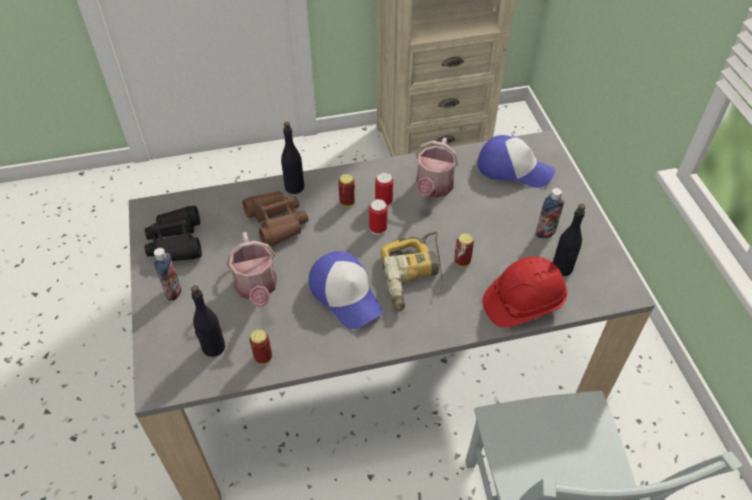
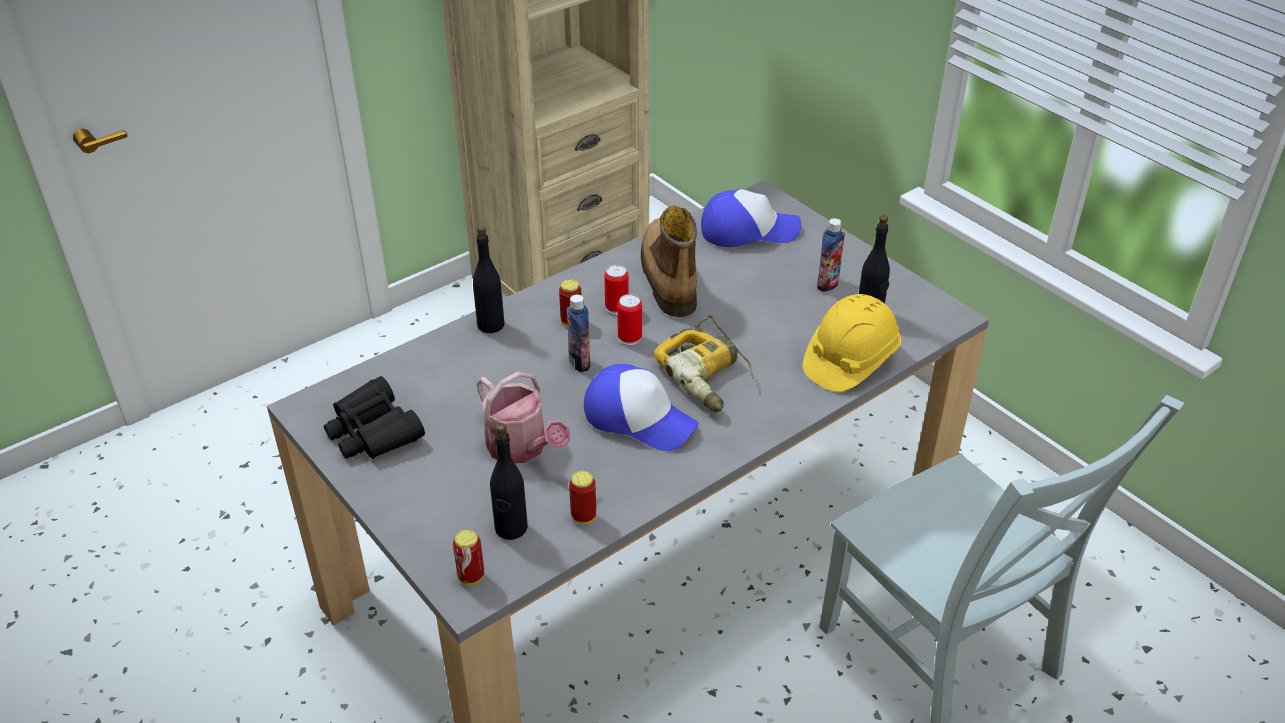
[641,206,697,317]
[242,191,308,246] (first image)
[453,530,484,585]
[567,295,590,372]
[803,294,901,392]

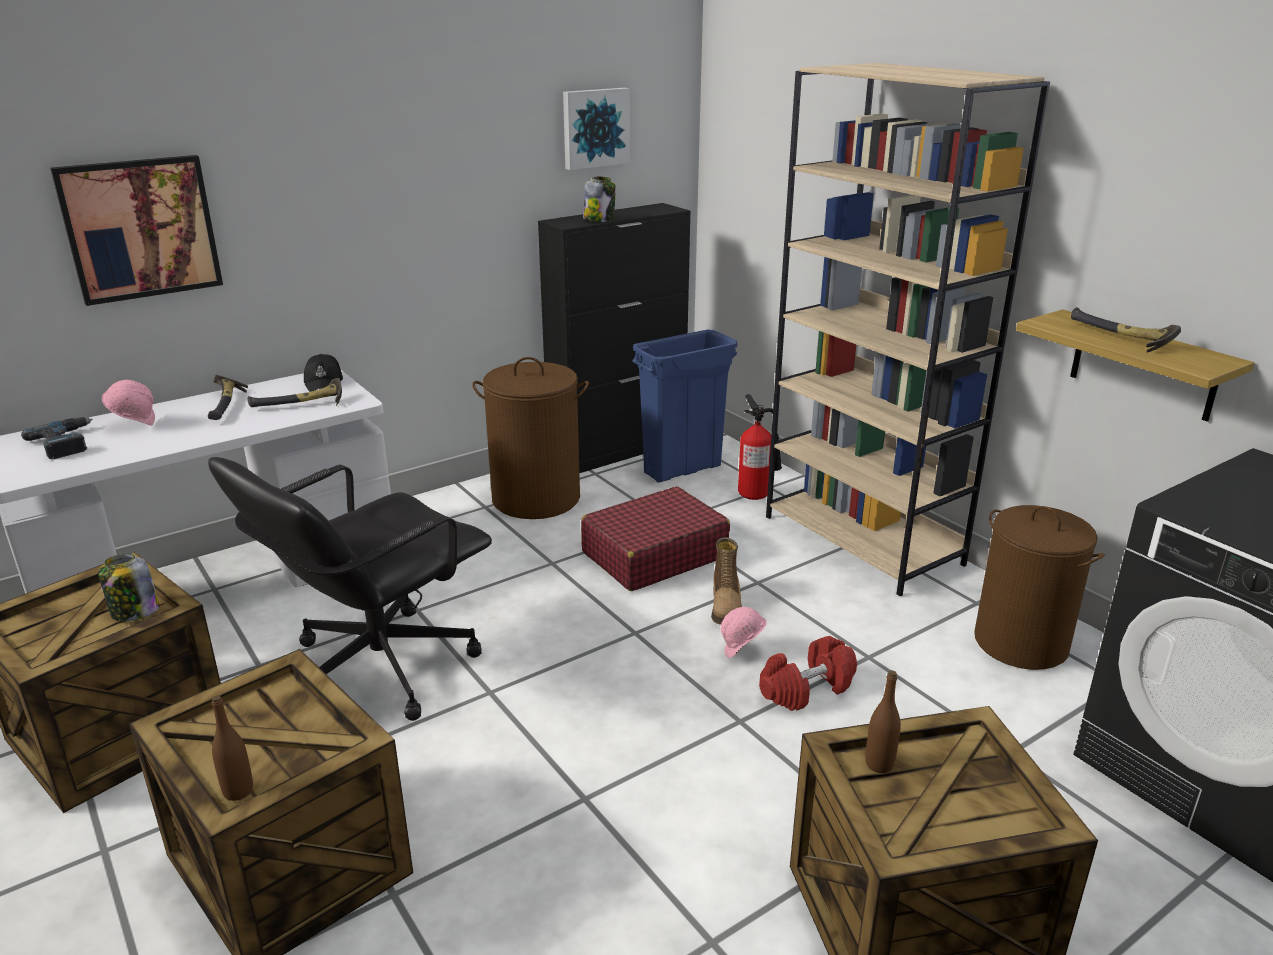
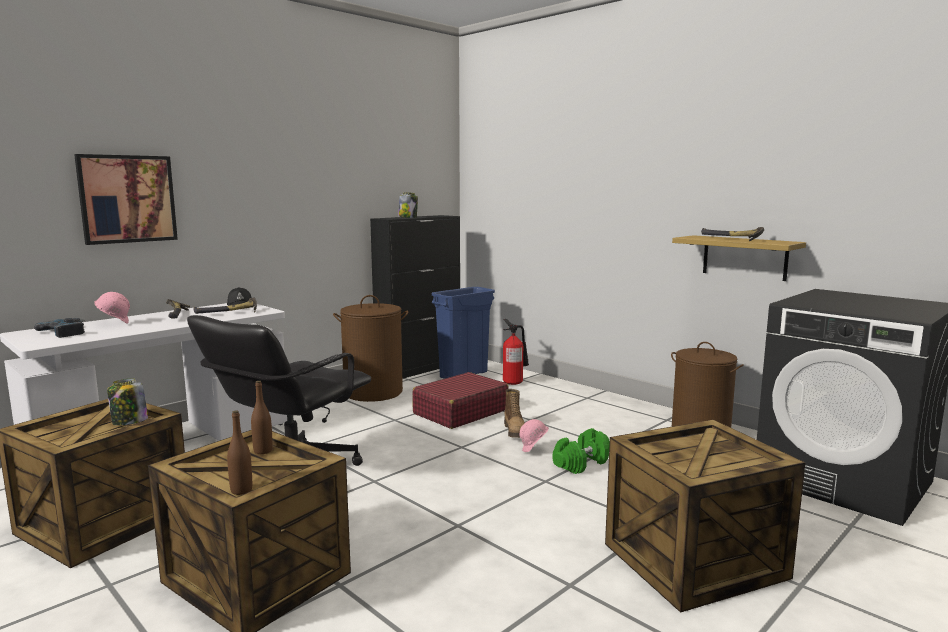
[766,63,1050,597] (first image)
[563,88,630,170] (first image)
[553,428,610,474]
[251,381,273,454]

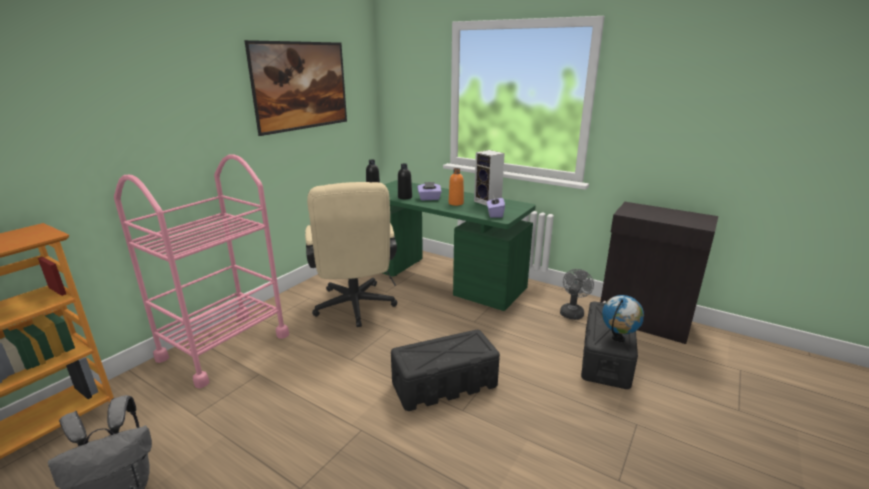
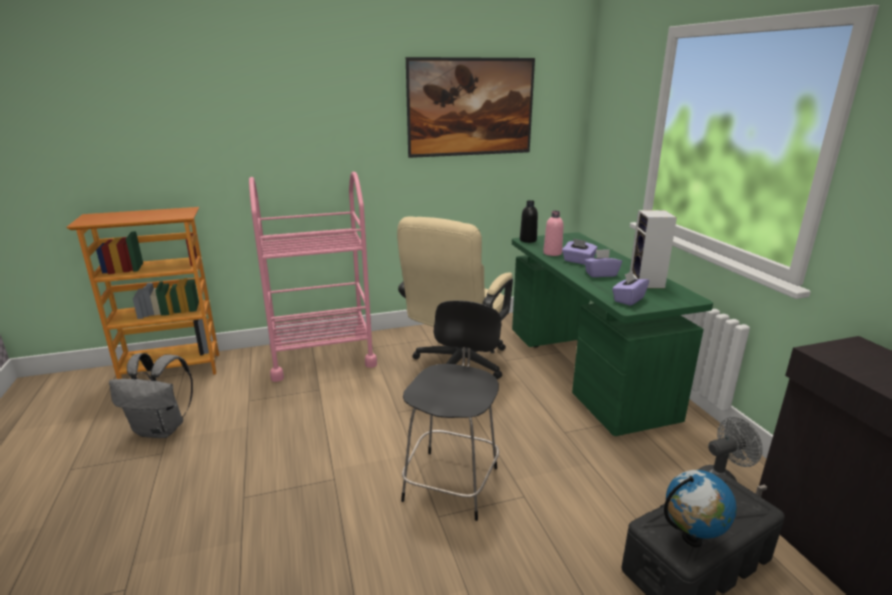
[543,211,563,256]
[584,249,622,277]
[401,300,501,521]

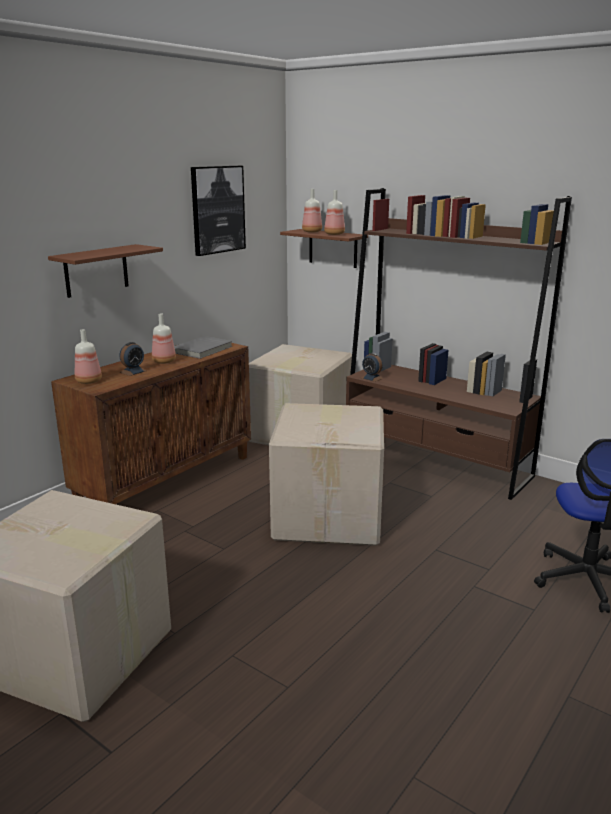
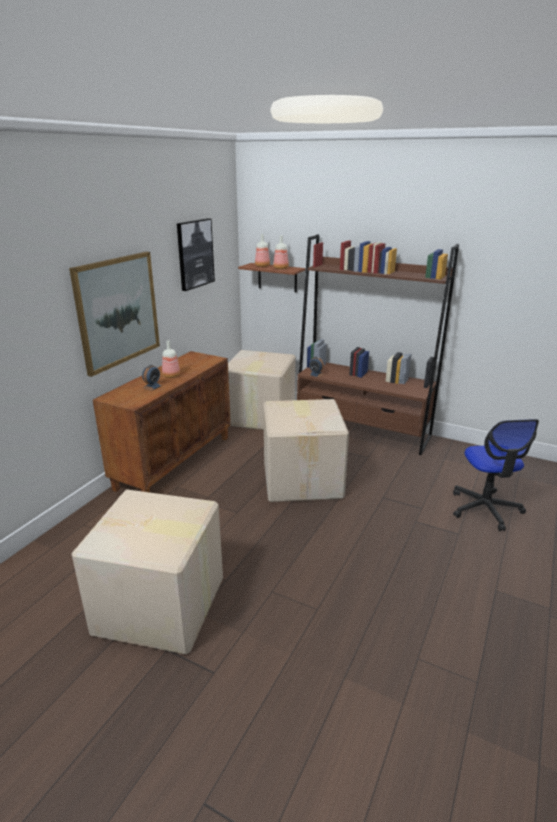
[69,252,160,377]
[75,329,102,384] (first image)
[174,336,232,359] (first image)

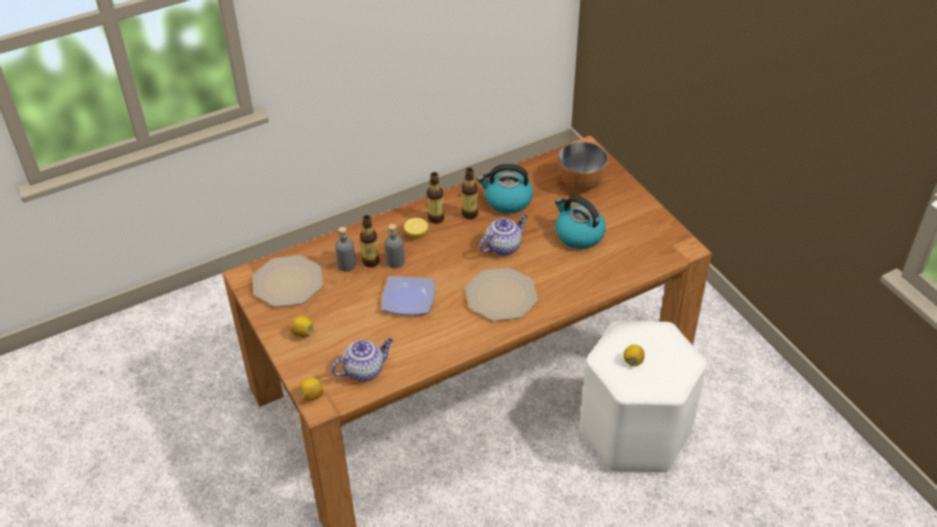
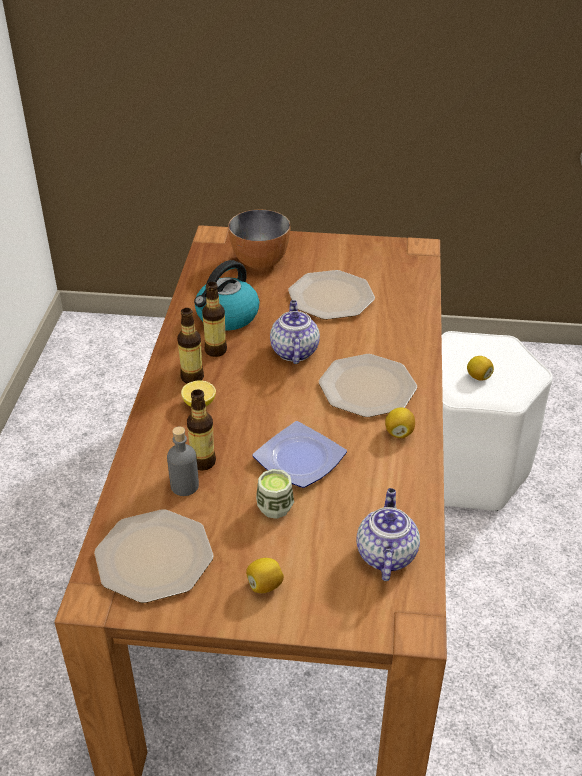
[288,270,375,320]
[385,224,405,268] (first image)
[385,407,415,438]
[256,469,294,519]

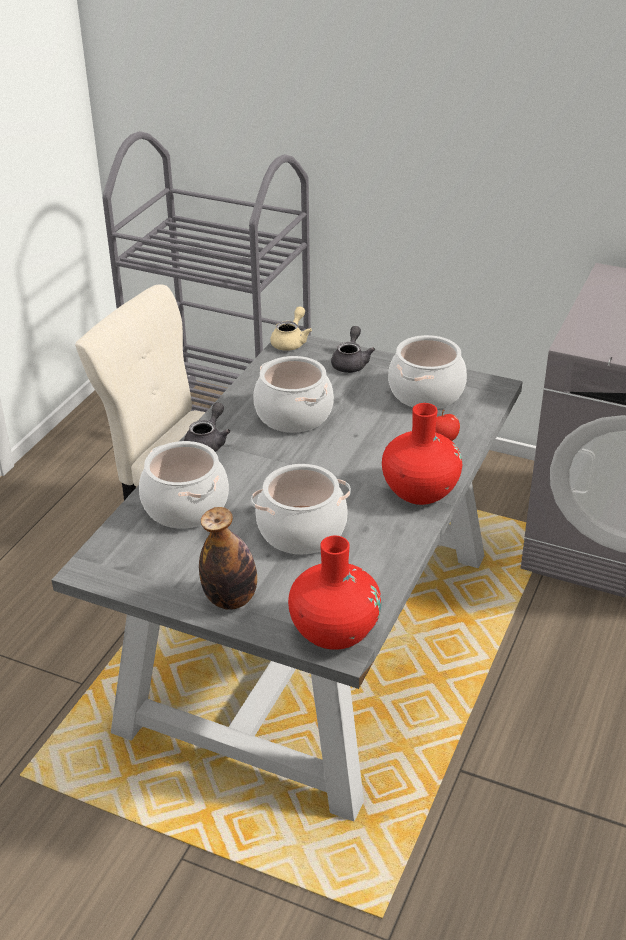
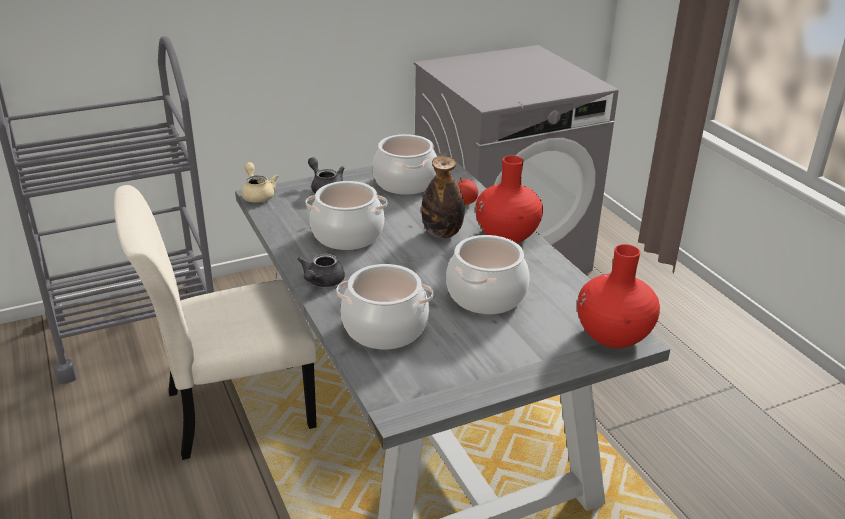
[297,253,345,287]
[421,156,465,238]

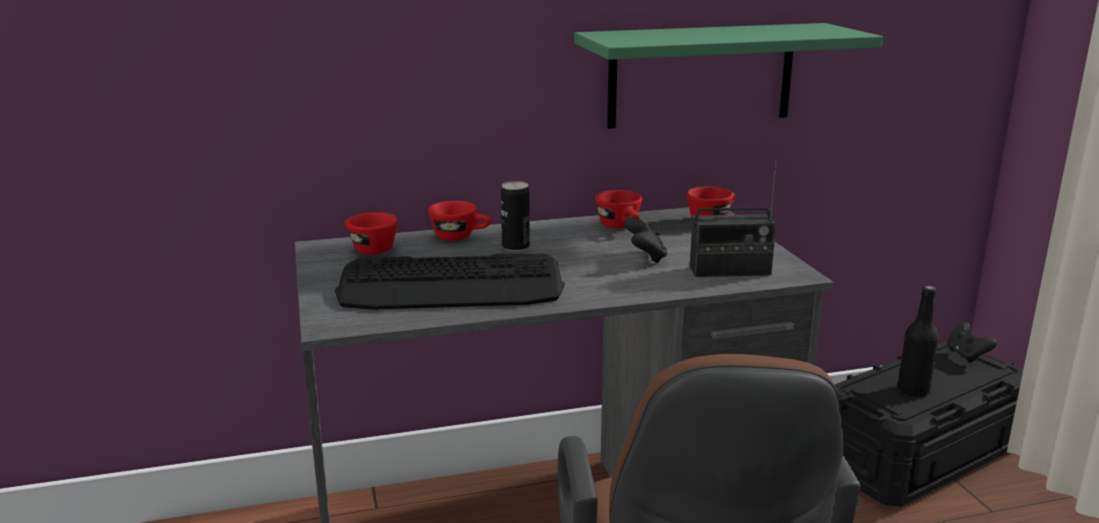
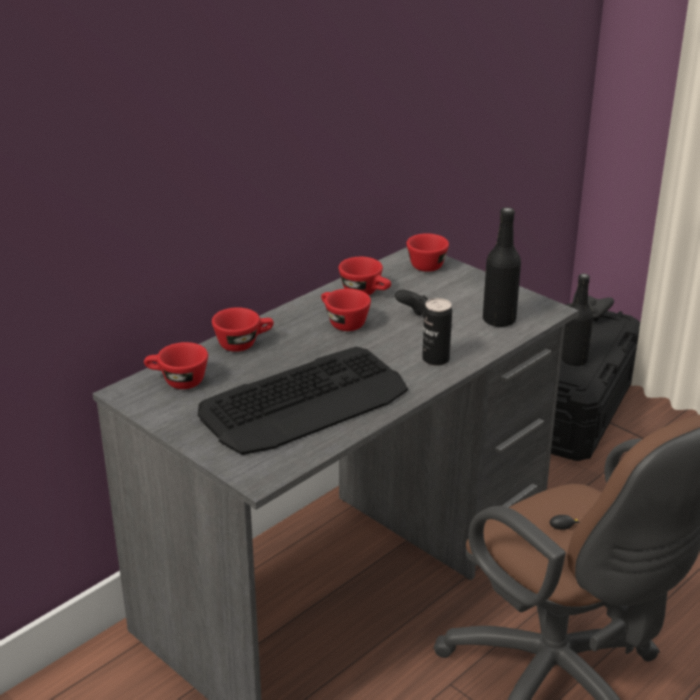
[574,23,883,129] (first image)
[483,207,521,327]
[422,298,452,366]
[321,289,371,331]

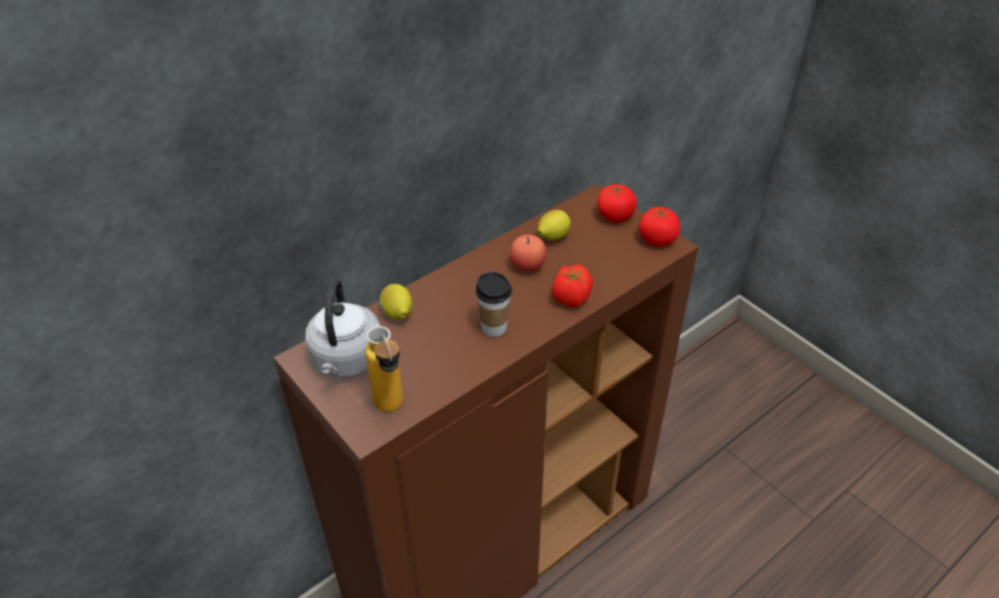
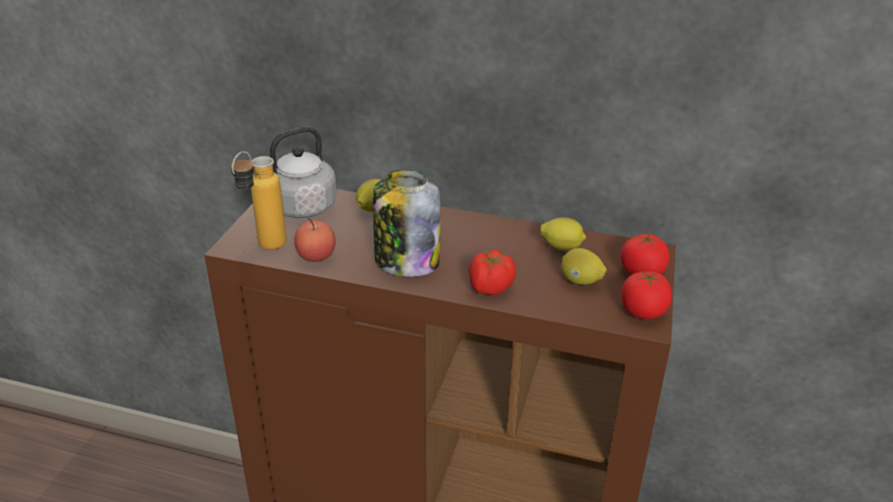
[294,218,336,262]
[373,170,440,277]
[561,248,607,285]

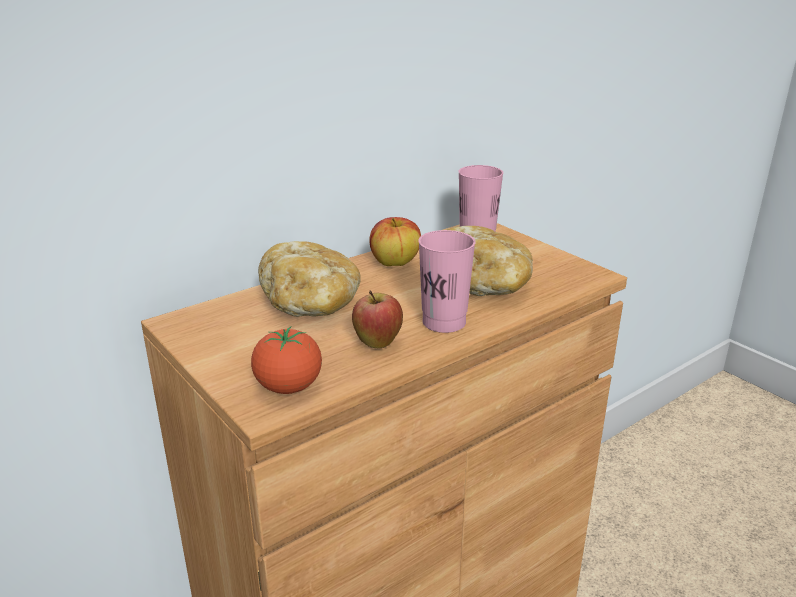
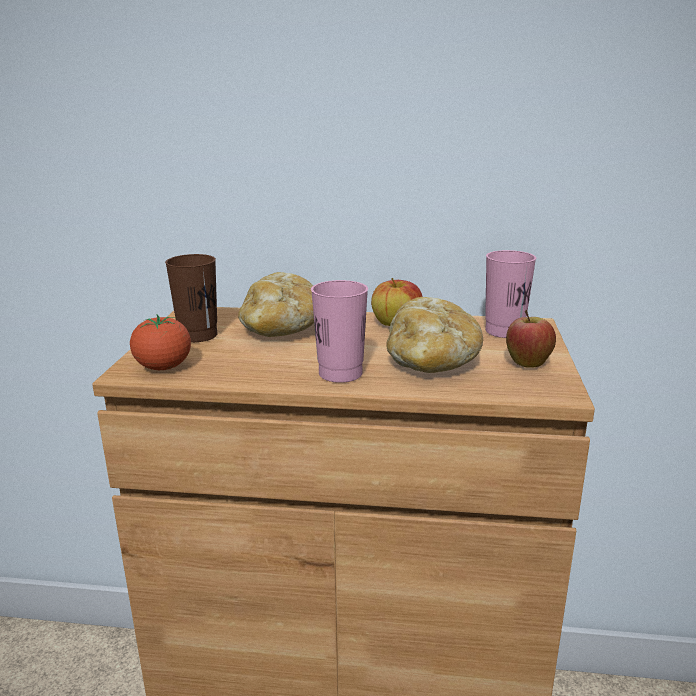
[506,310,556,368]
[165,254,218,342]

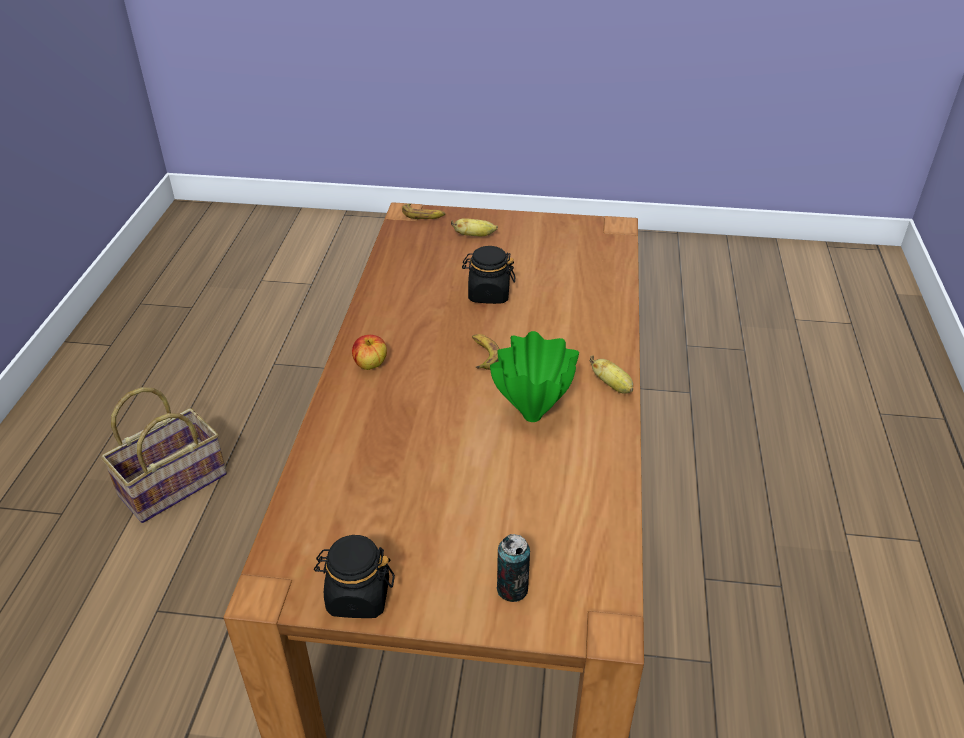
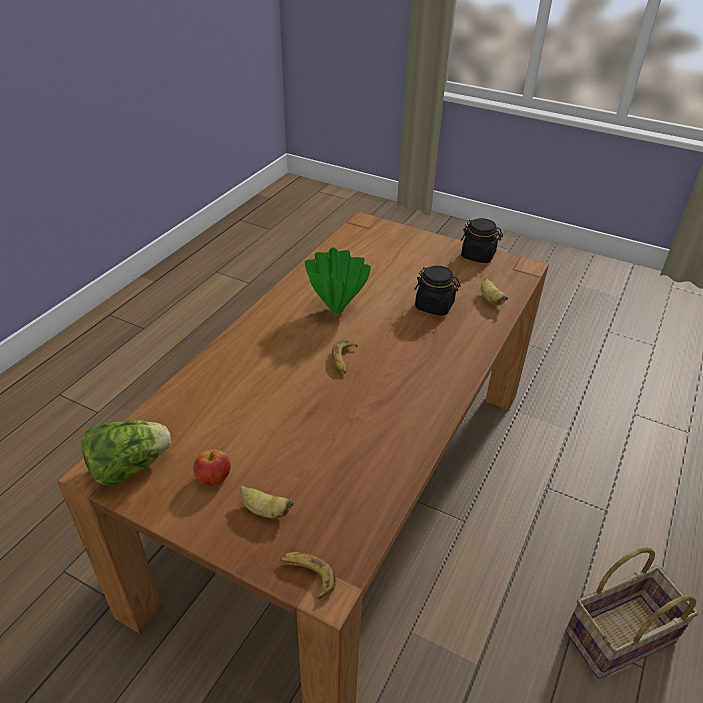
[414,266,461,316]
[193,450,231,486]
[481,278,508,306]
[497,534,530,602] (first image)
[81,420,171,485]

